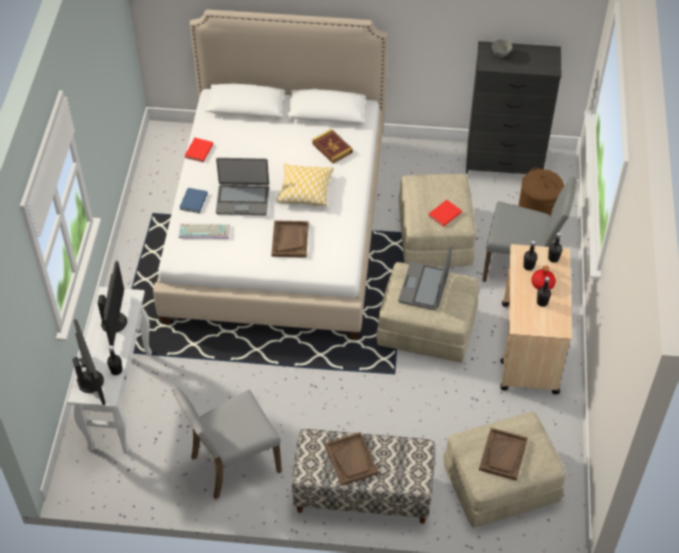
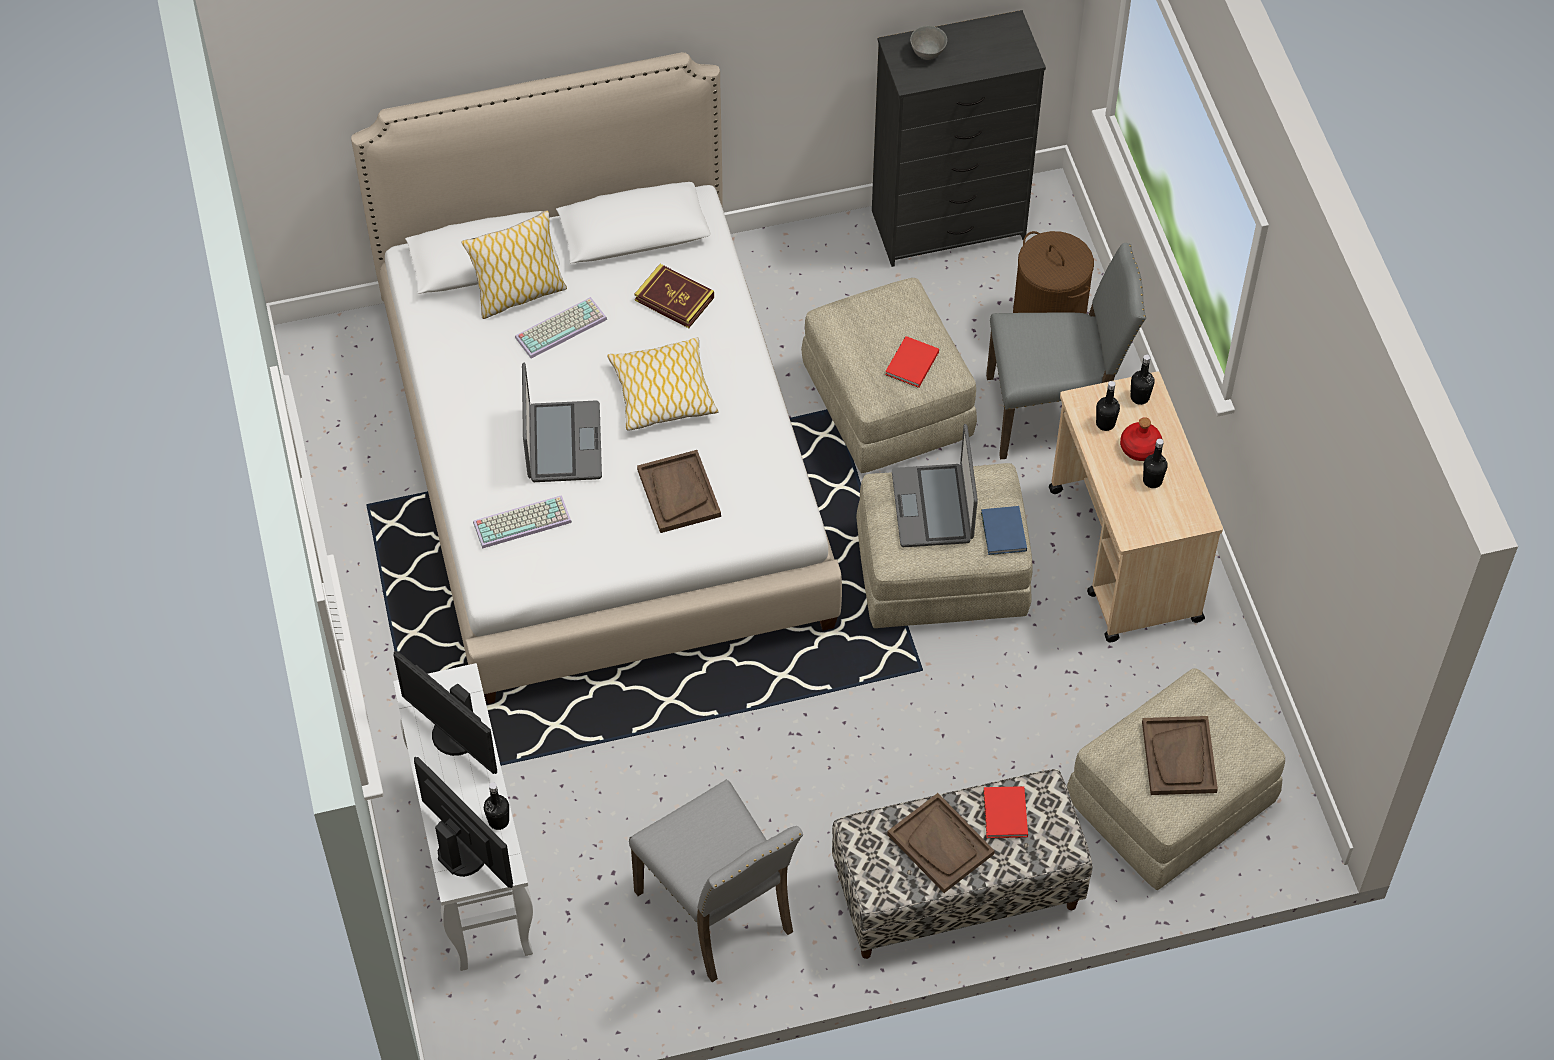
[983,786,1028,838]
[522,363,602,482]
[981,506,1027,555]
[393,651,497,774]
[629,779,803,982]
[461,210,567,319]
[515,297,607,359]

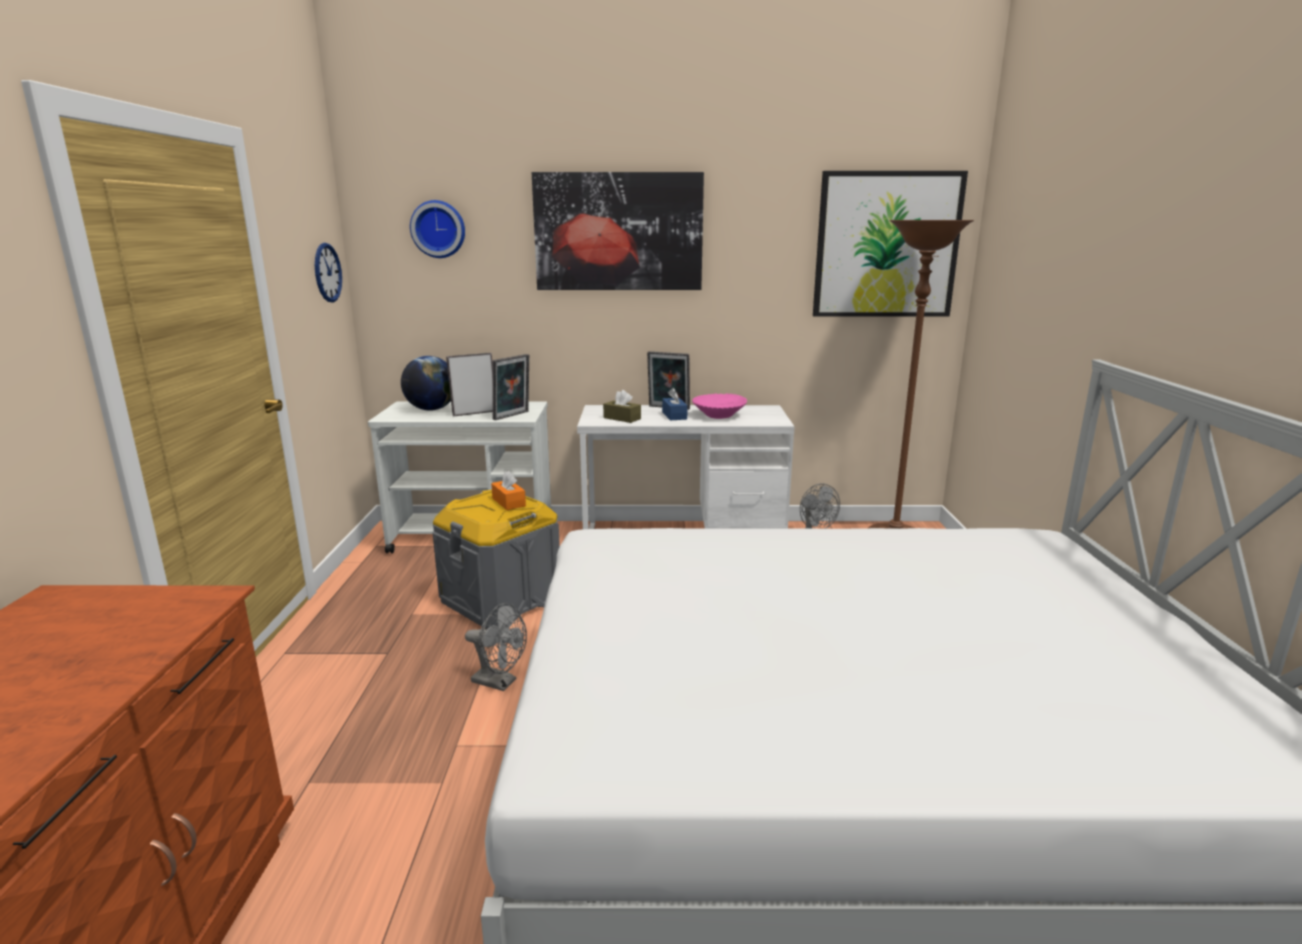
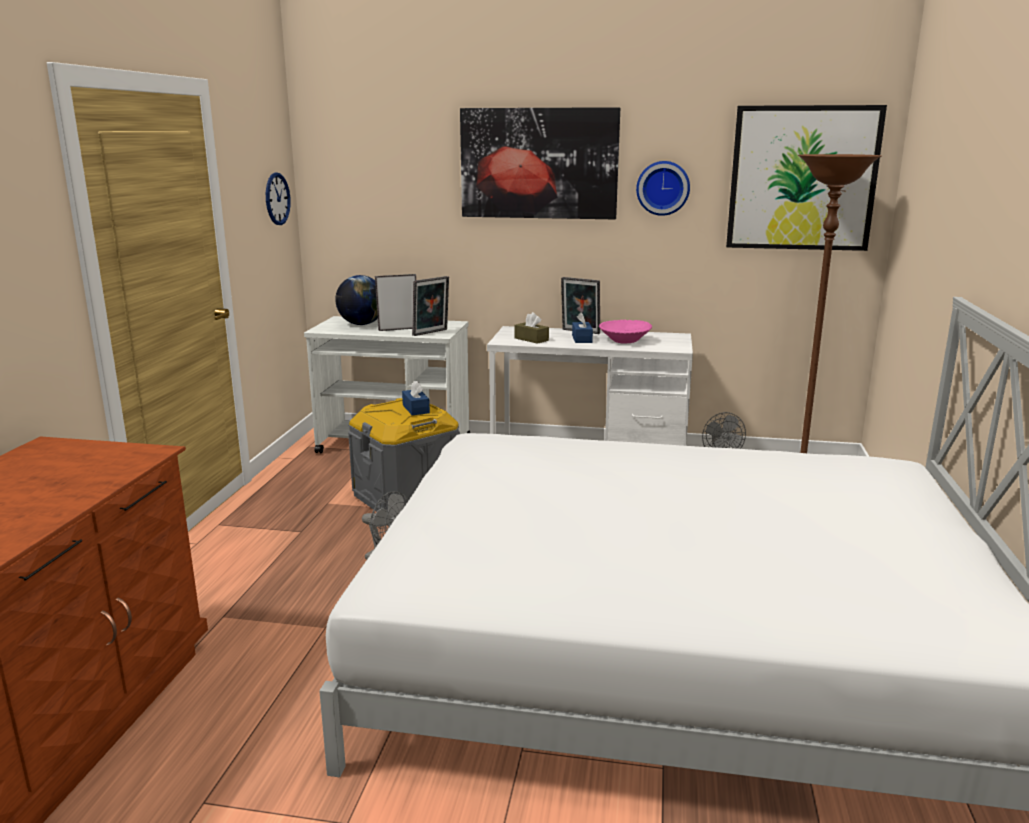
[636,161,690,216]
[402,380,430,415]

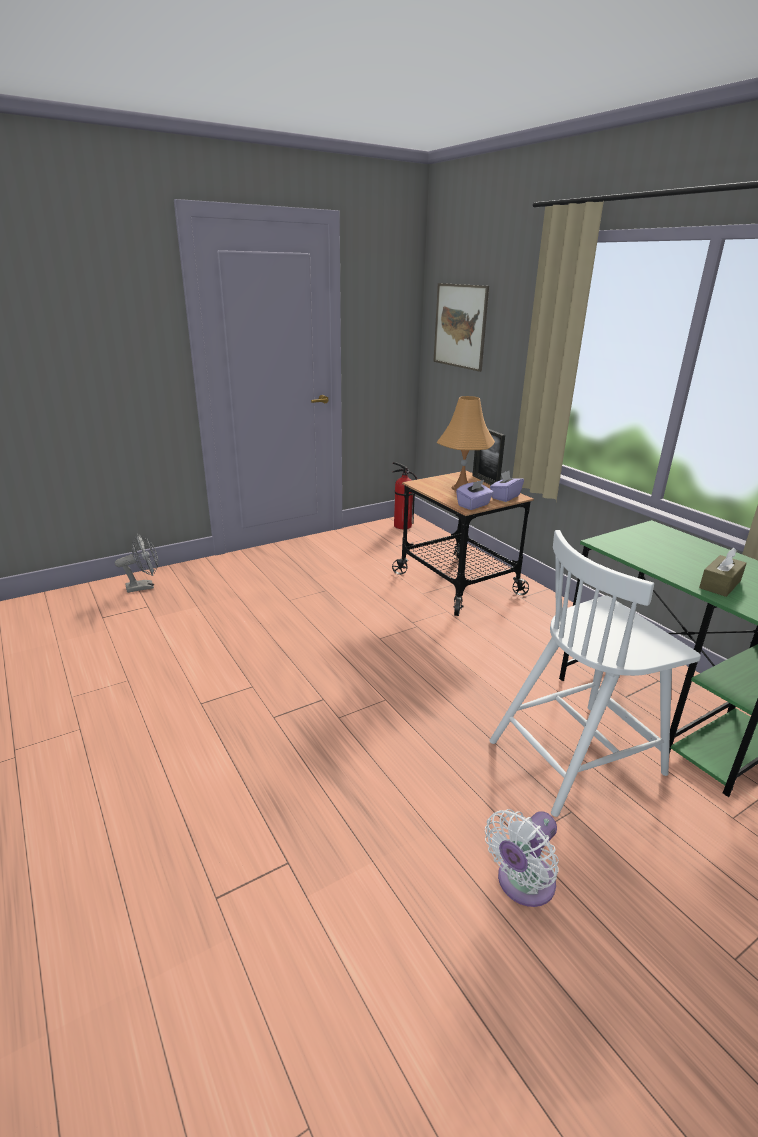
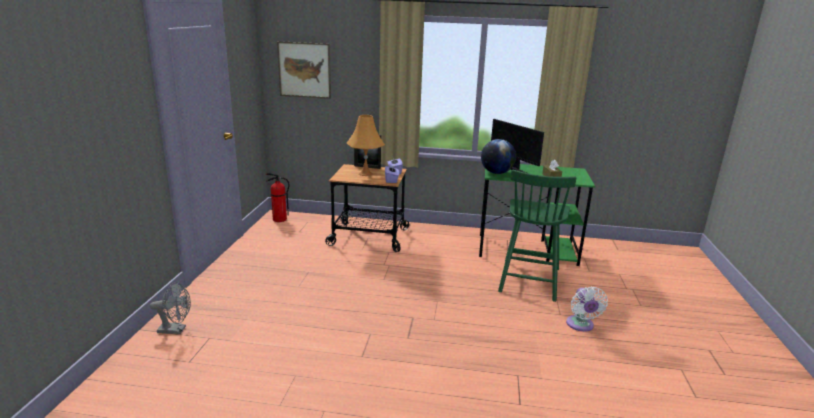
[498,170,576,302]
[150,282,191,334]
[491,119,544,173]
[481,139,516,174]

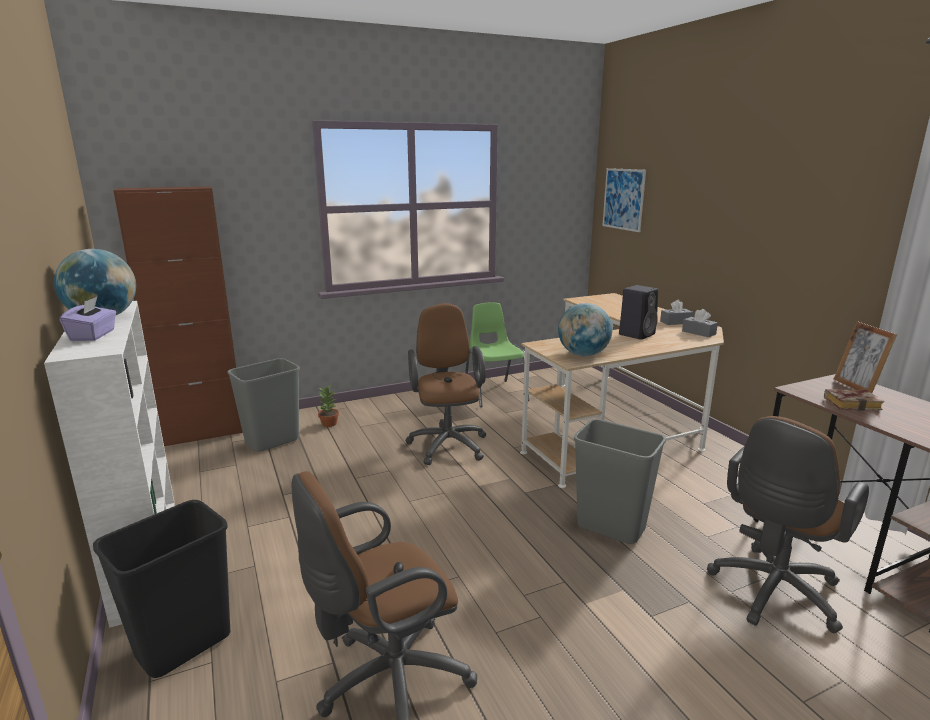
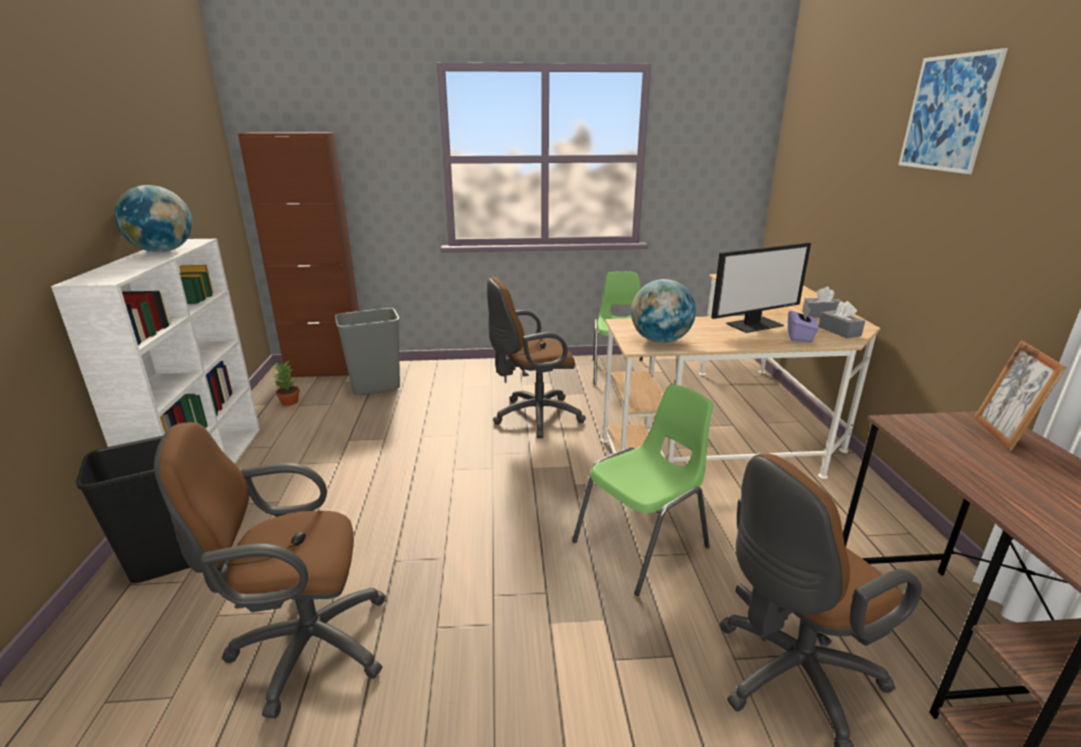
[898,48,1008,174]
[711,243,811,333]
[788,306,819,343]
[487,277,586,438]
[273,361,300,406]
[824,389,885,411] (first image)
[572,384,713,596]

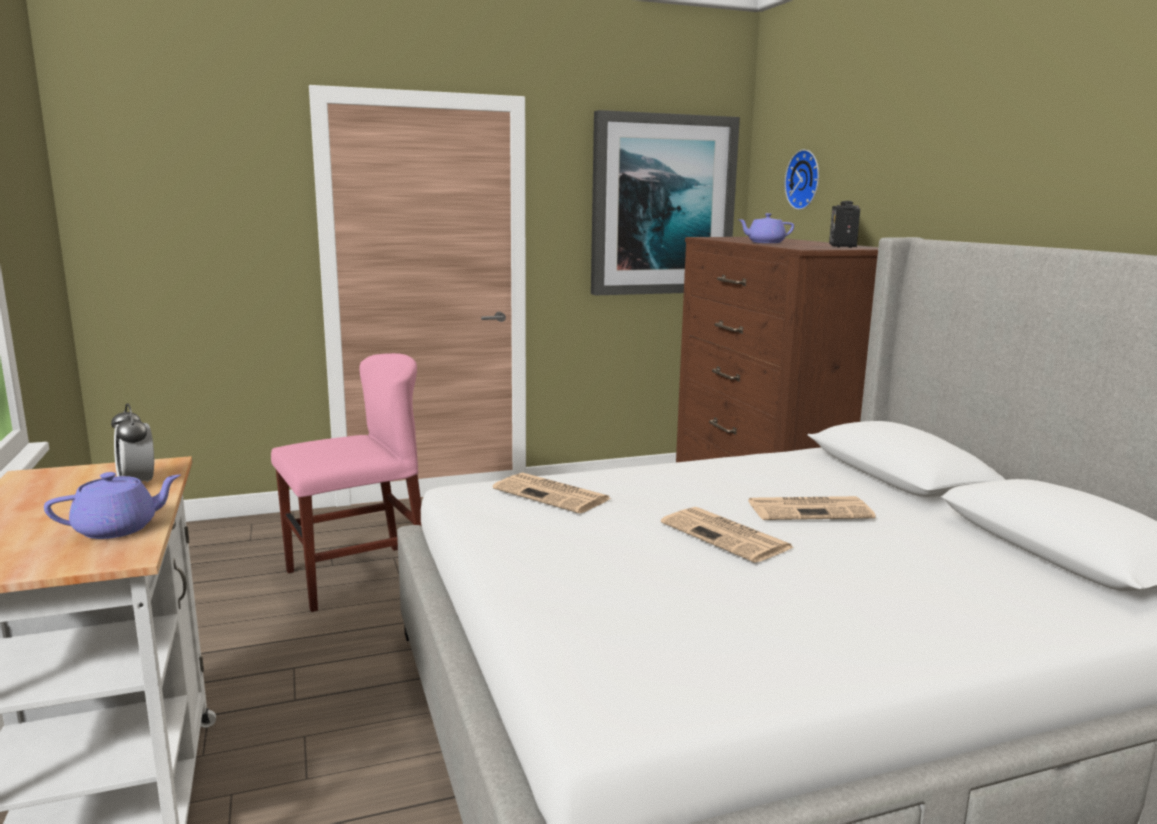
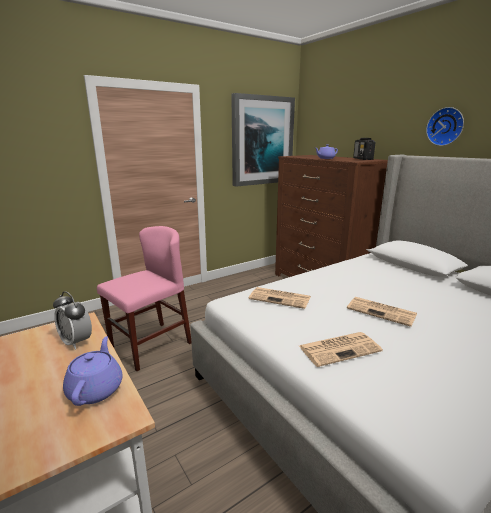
[426,107,464,146]
[63,336,123,406]
[299,332,383,367]

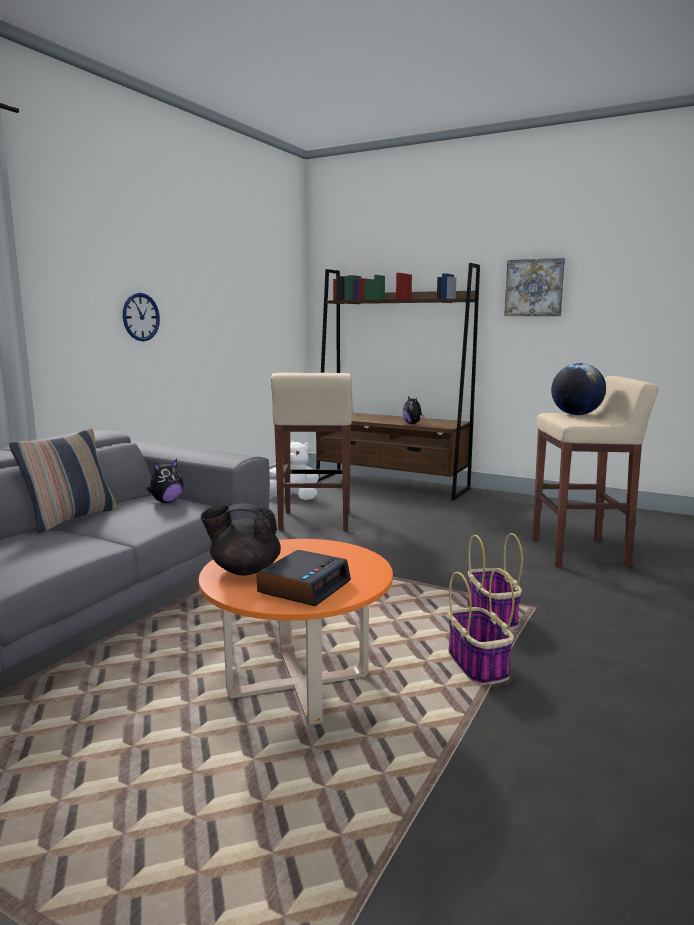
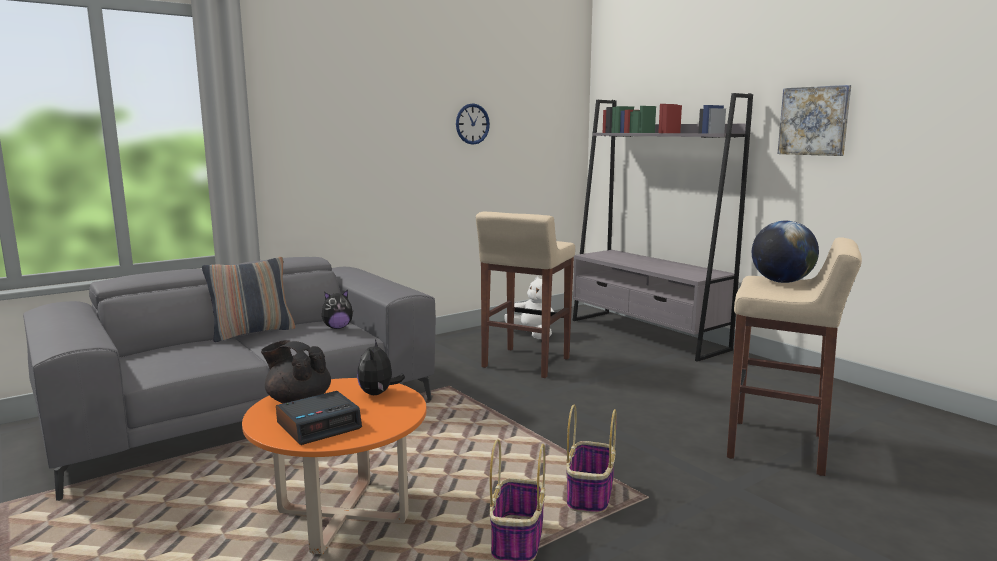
[573,93,753,362]
[456,103,490,145]
[357,339,405,395]

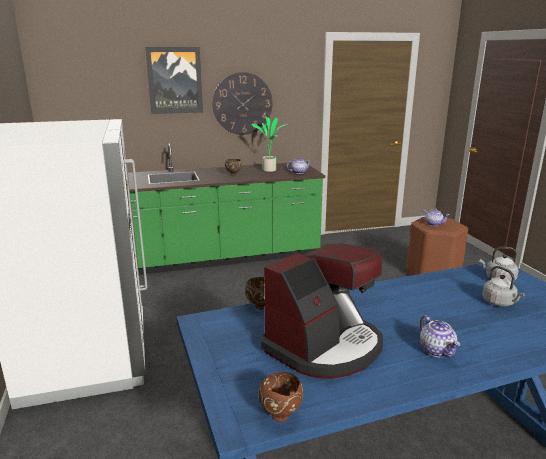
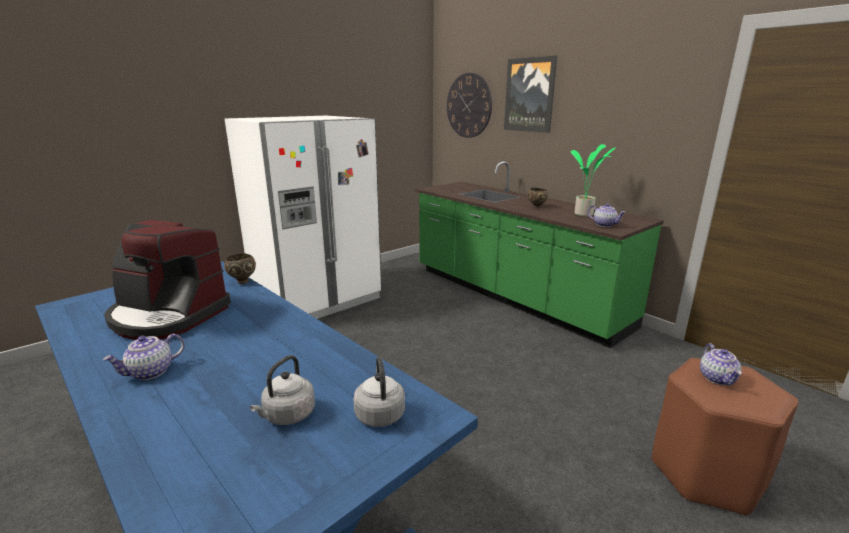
[447,73,492,138]
[258,372,303,422] (first image)

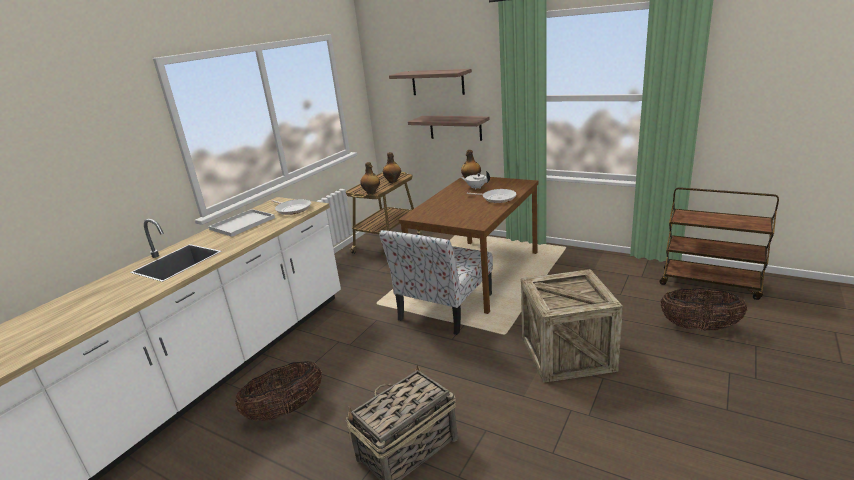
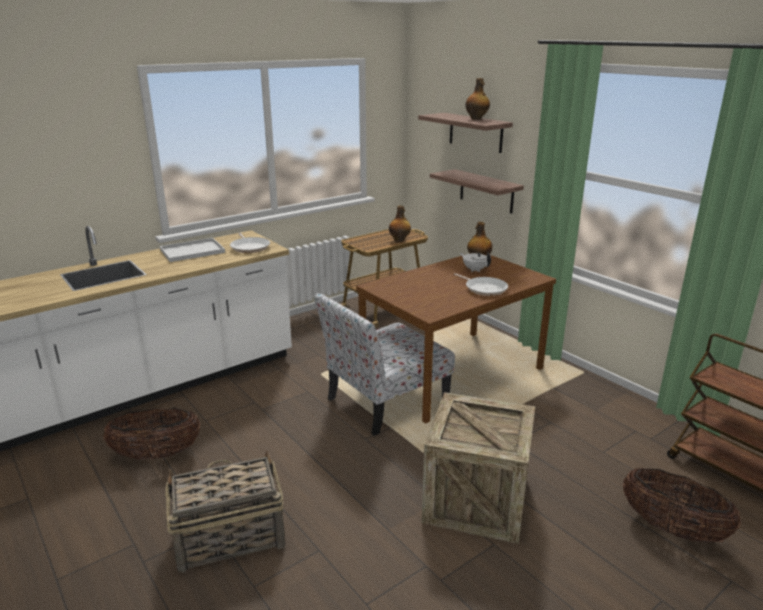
[465,78,490,120]

